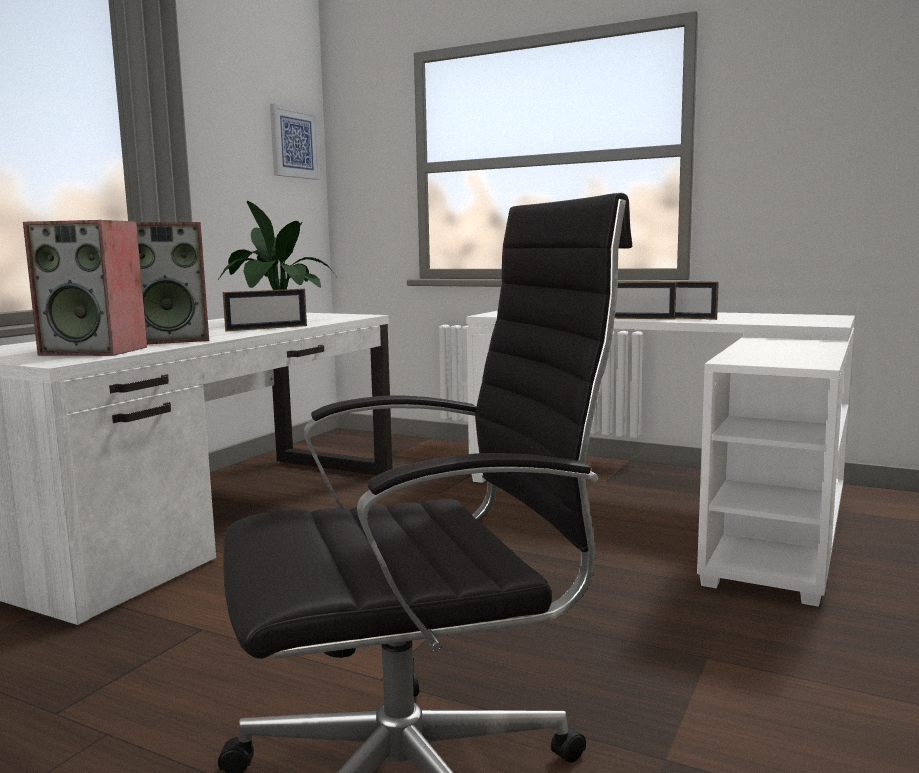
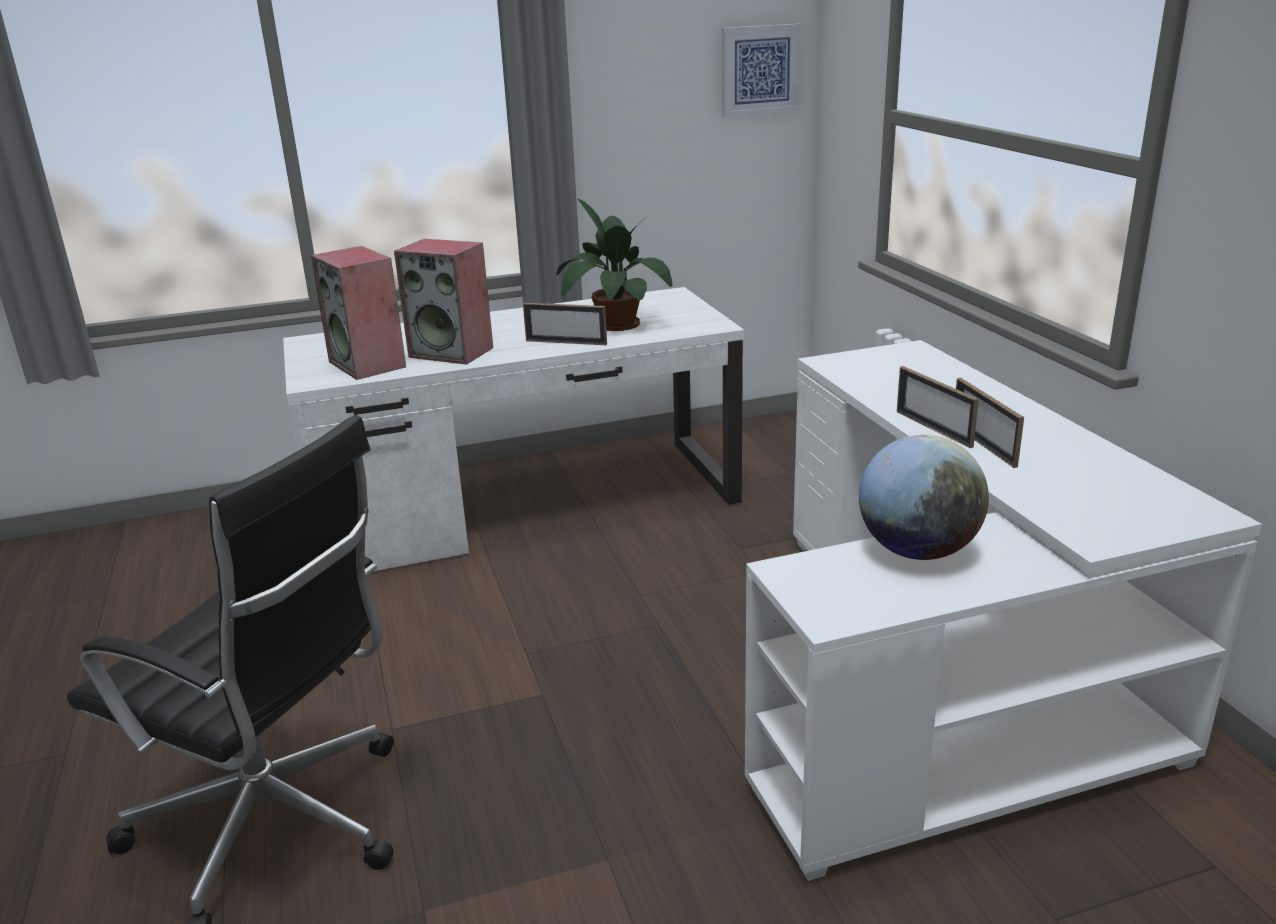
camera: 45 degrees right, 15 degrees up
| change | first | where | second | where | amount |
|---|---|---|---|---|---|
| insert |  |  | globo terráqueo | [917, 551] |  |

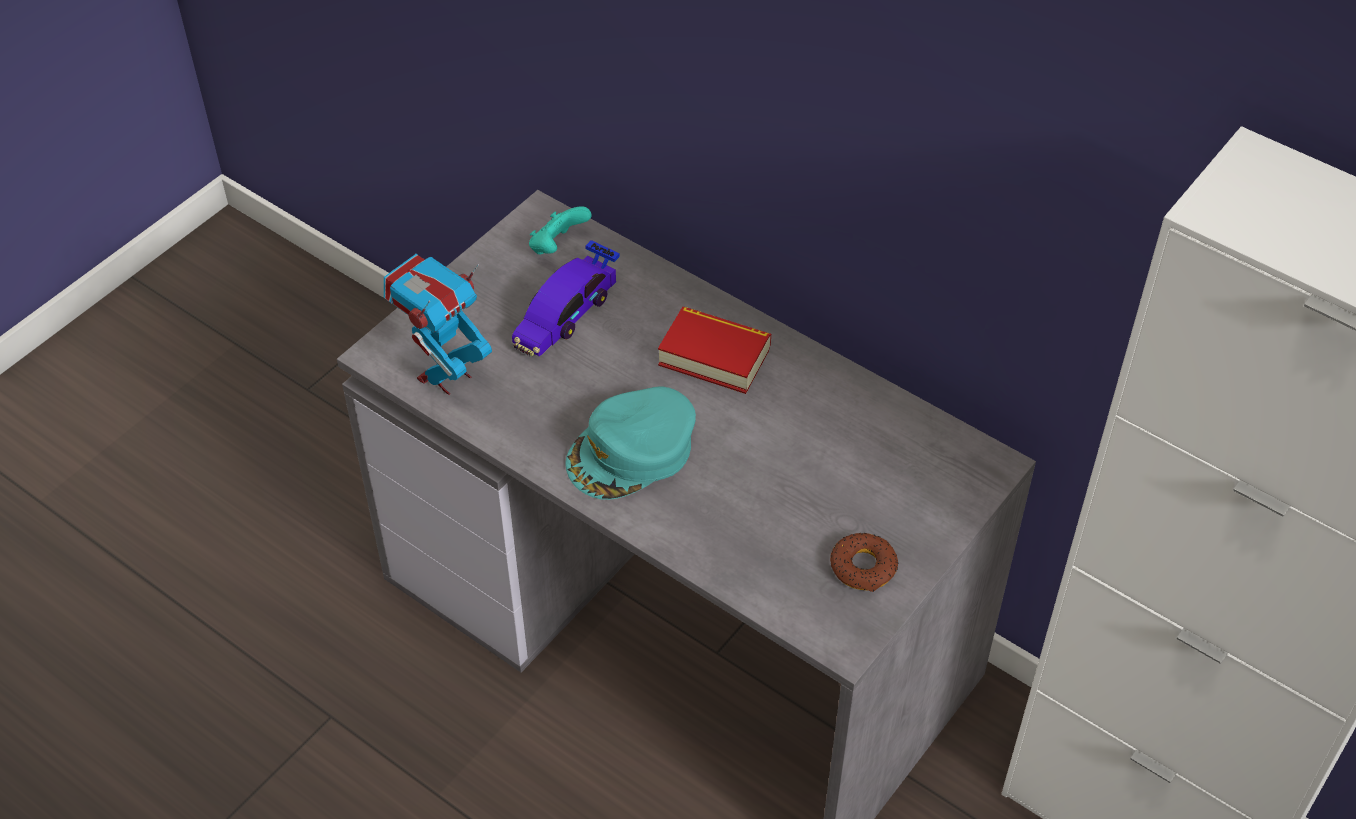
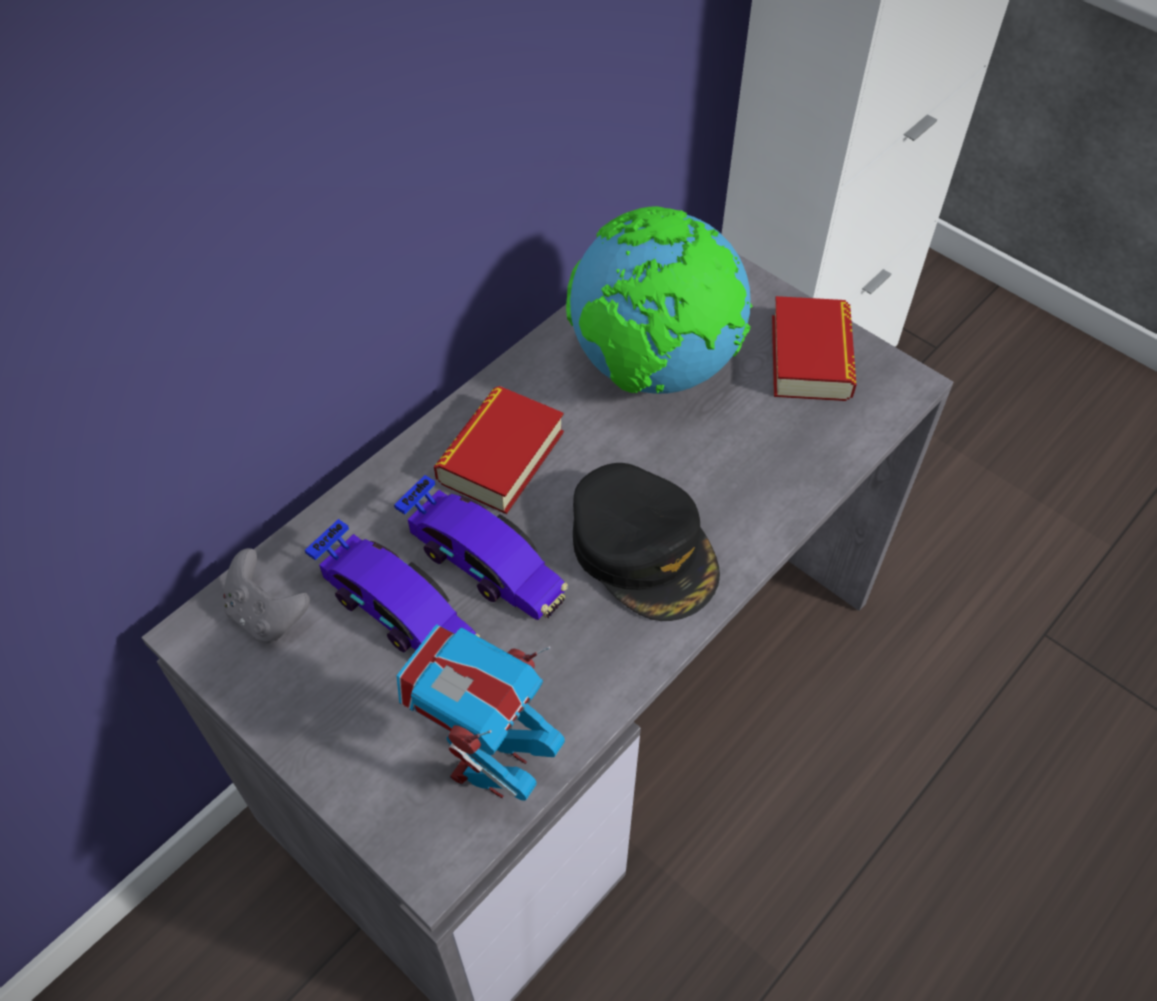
camera: 85 degrees left, 5 degrees up
| change | first | where | second | where | amount |
|---|---|---|---|---|---|
| rotate | robot de juguete | [445, 376] |  | [489, 765] | 75 degrees clockwise |
| recolor | mando de consola (turquesa) | [558, 246] | mando de consola (gris) | [267, 615] |  |
| recolor | gorra (turquesa) | [632, 452] | gorra (negro) | [644, 549] |  |
| replace | rosquilla | [863, 567] | libro | [810, 357] |  |
| insert |  |  | coche de juguete | [484, 562] |  |
| insert |  |  | globo terráqueo | [655, 369] |  |

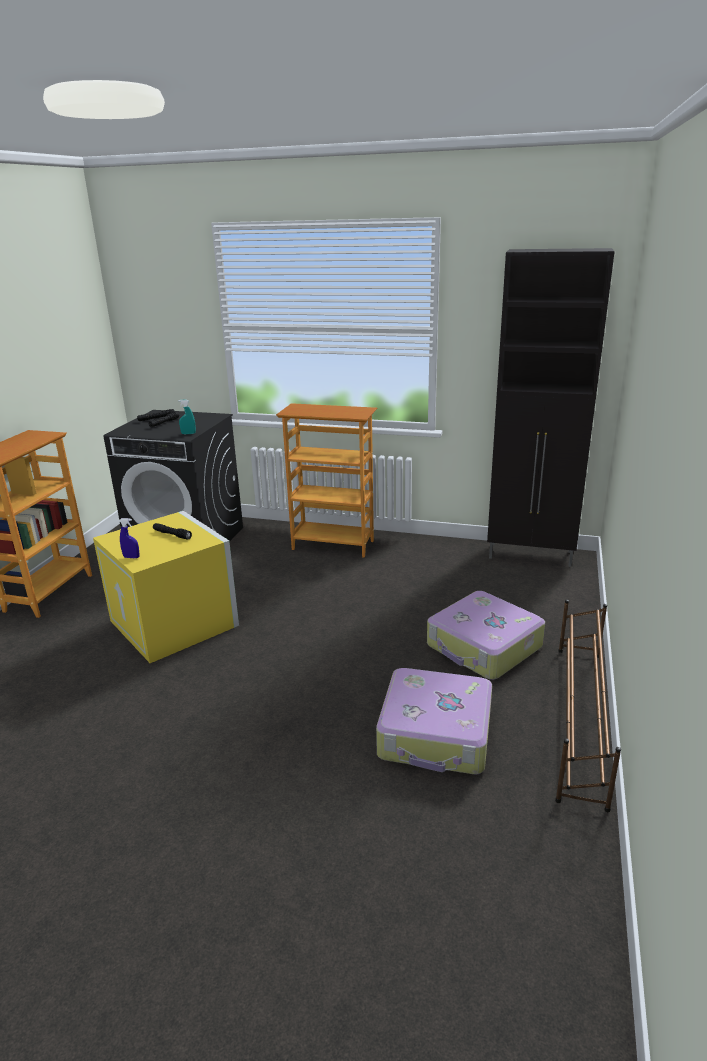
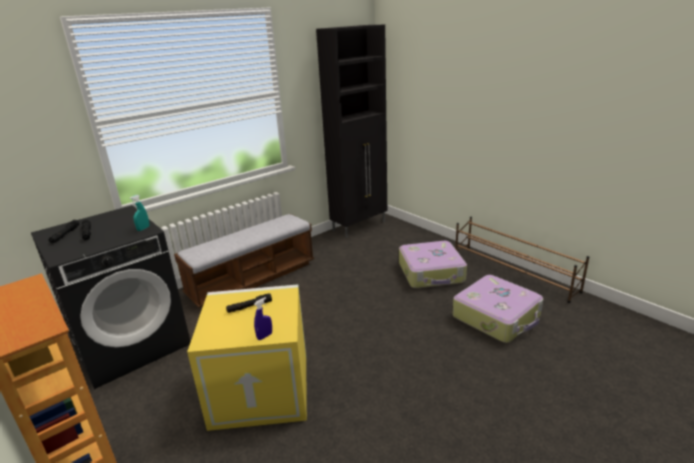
camera: 55 degrees left, 0 degrees up
| change | first | where | second | where | amount |
|---|---|---|---|---|---|
| replace | estantería | [333, 545] | banco | [252, 279] |  |

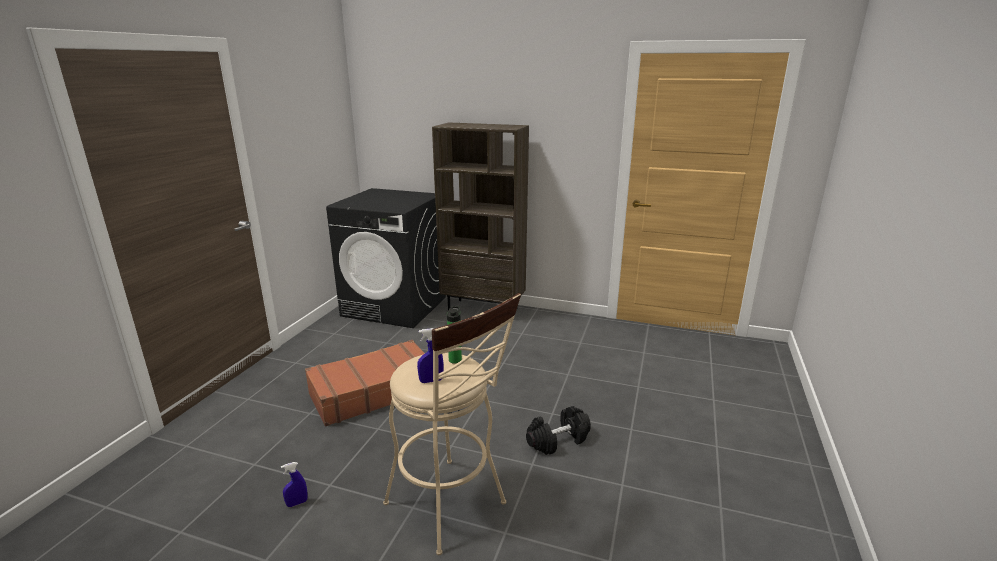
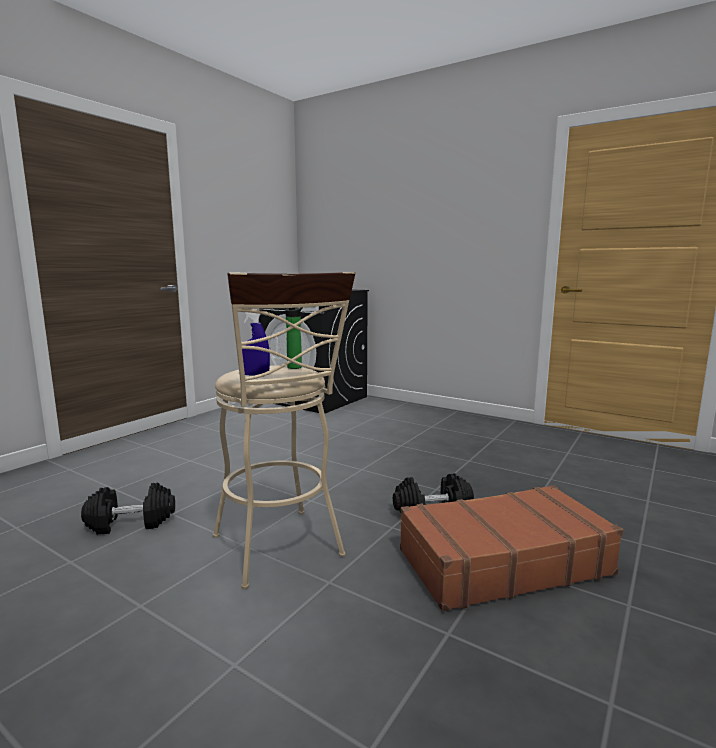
camera: 15 degrees right, 10 degrees down
| change | first | where | second | where | amount |
|---|---|---|---|---|---|
| replace | pulverizador (azul) | [297, 503] | mancuerna (negro) | [131, 523] |  |
| move | maleta (marrón) | [373, 392] |  | [502, 561] |  |
| delete | estantería (marrón) | [484, 309] |  |  |  |

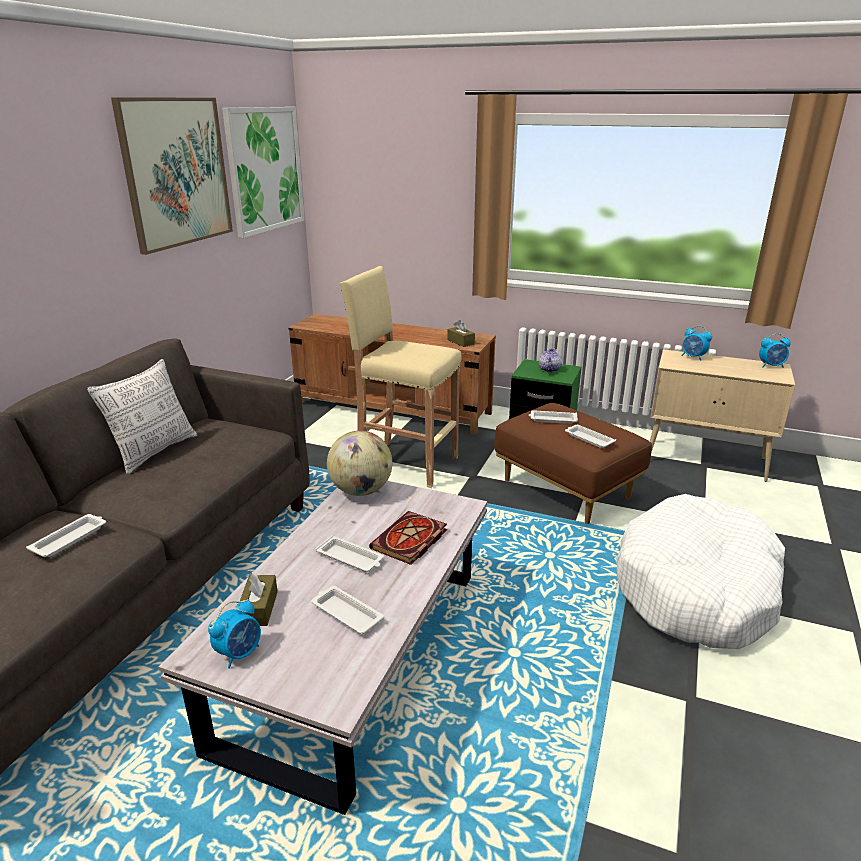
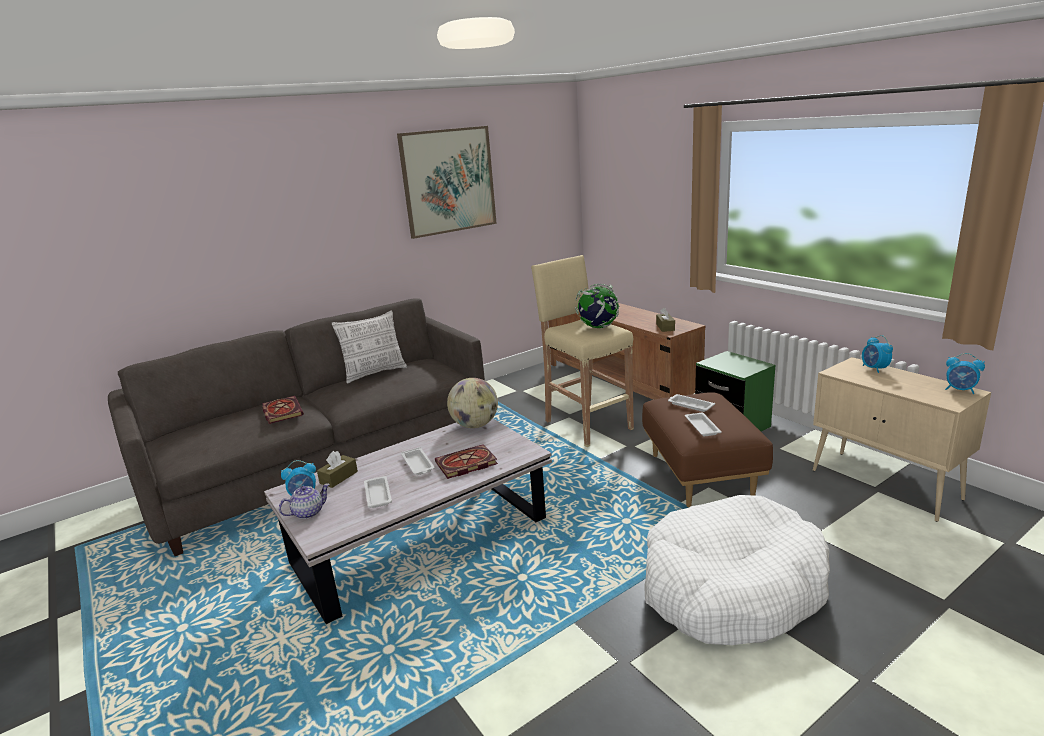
camera: 35 degrees right, 5 degrees down
| change | first | where | second | where | amount |
|---|---|---|---|---|---|
| replace | bandeja (blanco) | [70, 538] | libro | [281, 411] |  |
| delete | cuadro | [265, 170] |  |  |  |
| move | tetera | [549, 369] |  | [308, 512] |  |
| insert |  |  | globo terráqueo | [598, 327] |  |

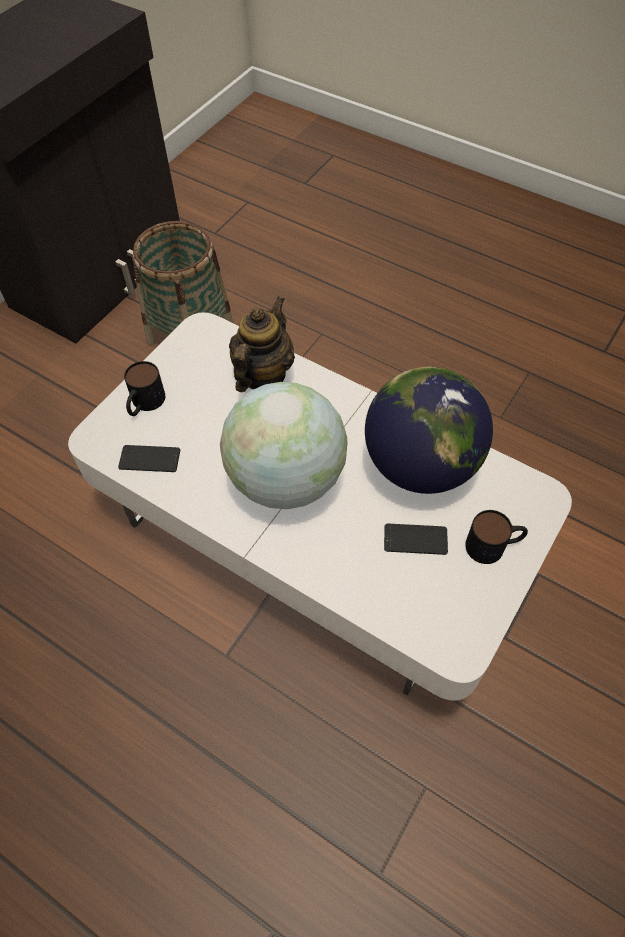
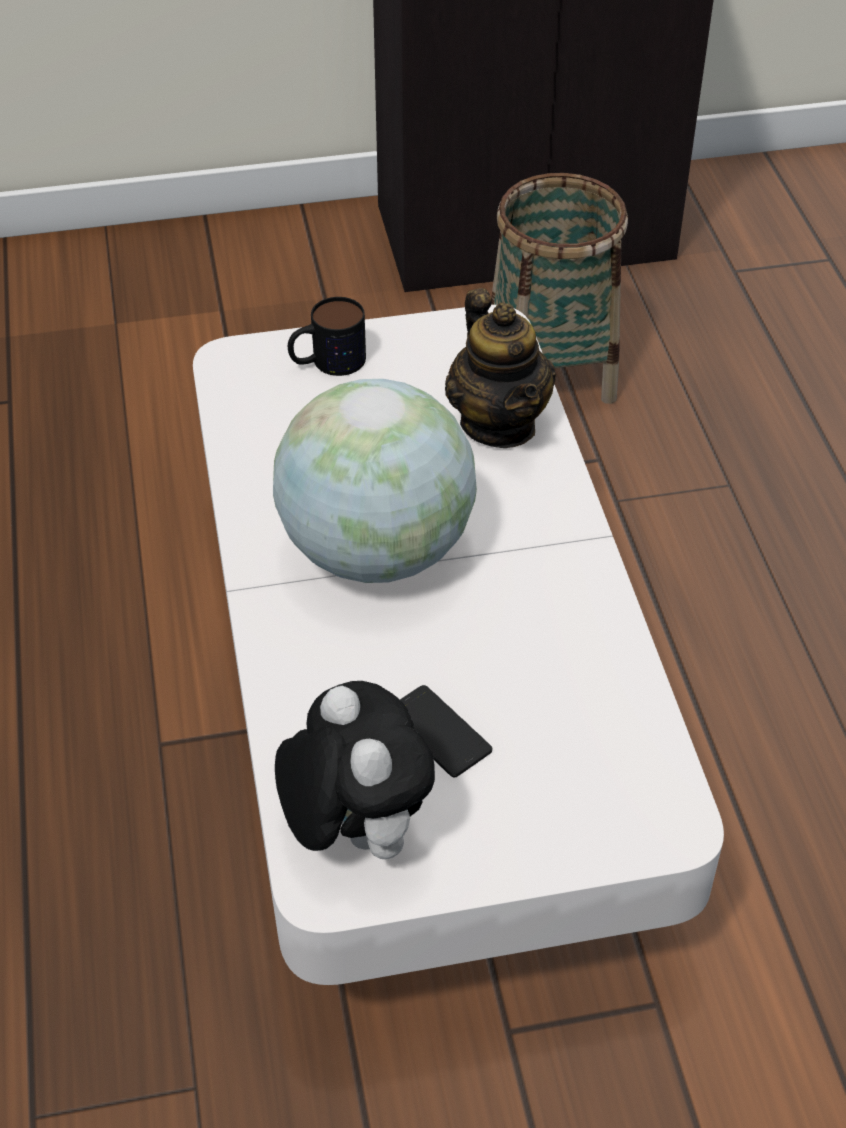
camera: 45 degrees right, 10 degrees down
| change | first | where | second | where | amount |
|---|---|---|---|---|---|
| delete | móvil | [149, 459] |  |  |  |
| rotate | tetera | [262, 374] |  | [499, 424] | 90 degrees clockwise |
| delete | globo terráqueo | [421, 464] |  |  |  |
| delete | taza grande | [493, 546] |  |  |  |
| insert |  |  | peluche | [354, 831] |  |

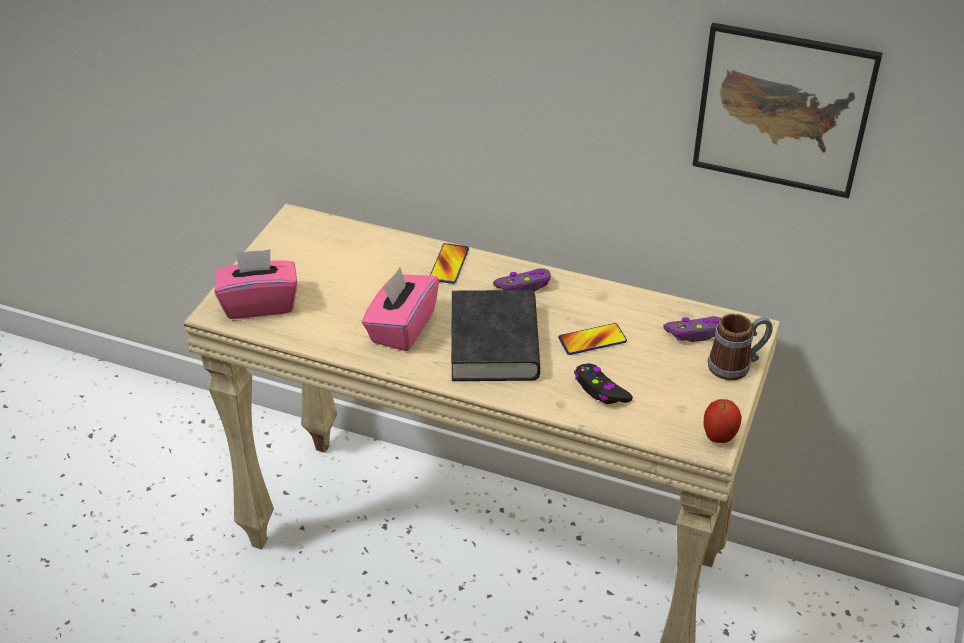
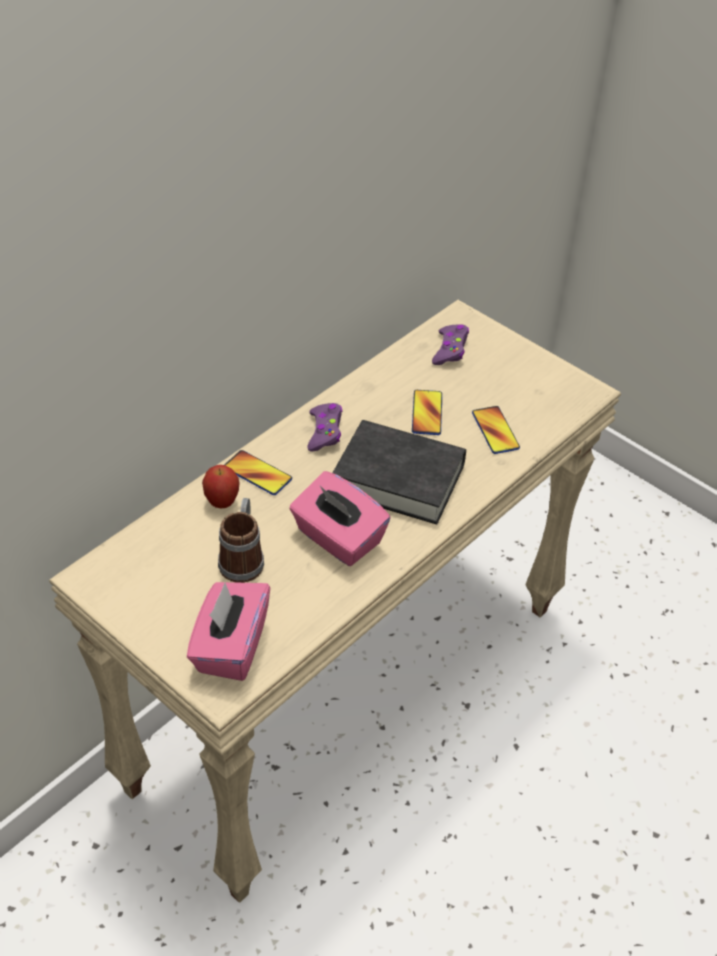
camera: 70 degrees left, 5 degrees up
| change | first | where | second | where | amount |
|---|---|---|---|---|---|
| replace | mando de consola (negro) | [600, 390] | móvil | [495, 431] |  |
| delete | cuadro | [782, 110] |  |  |  |
| move | manzana | [718, 438] |  | [222, 502] |  |
| move | taza grande | [736, 365] |  | [243, 558] |  |

